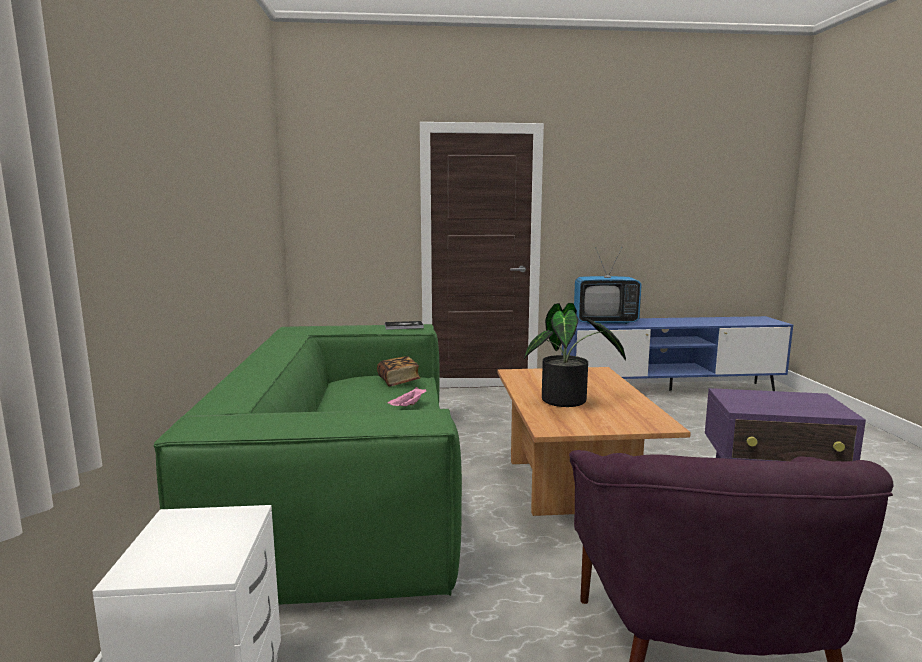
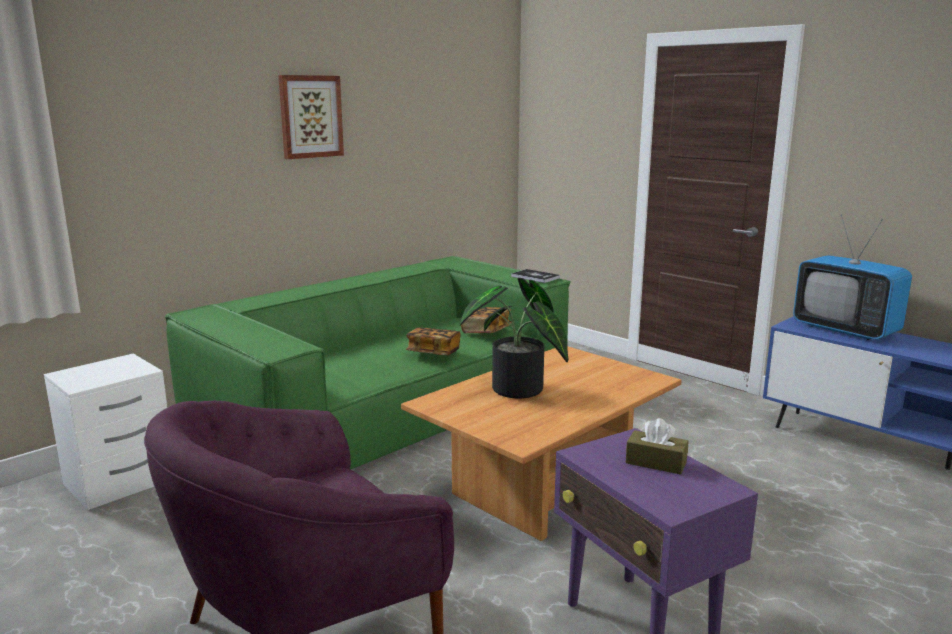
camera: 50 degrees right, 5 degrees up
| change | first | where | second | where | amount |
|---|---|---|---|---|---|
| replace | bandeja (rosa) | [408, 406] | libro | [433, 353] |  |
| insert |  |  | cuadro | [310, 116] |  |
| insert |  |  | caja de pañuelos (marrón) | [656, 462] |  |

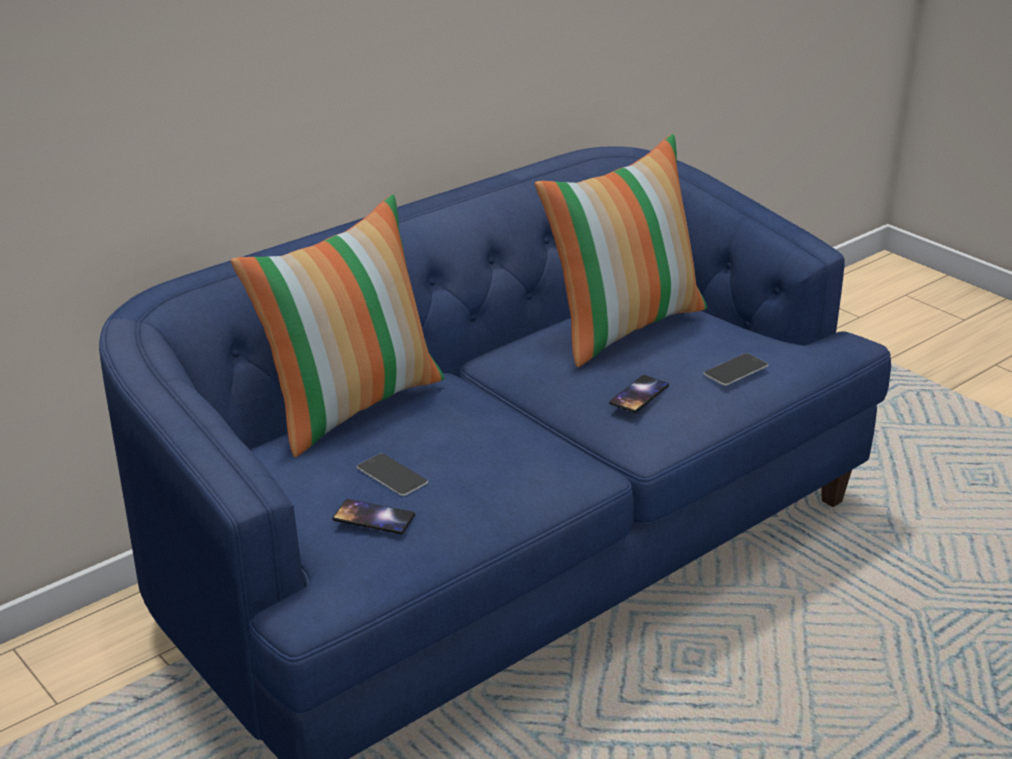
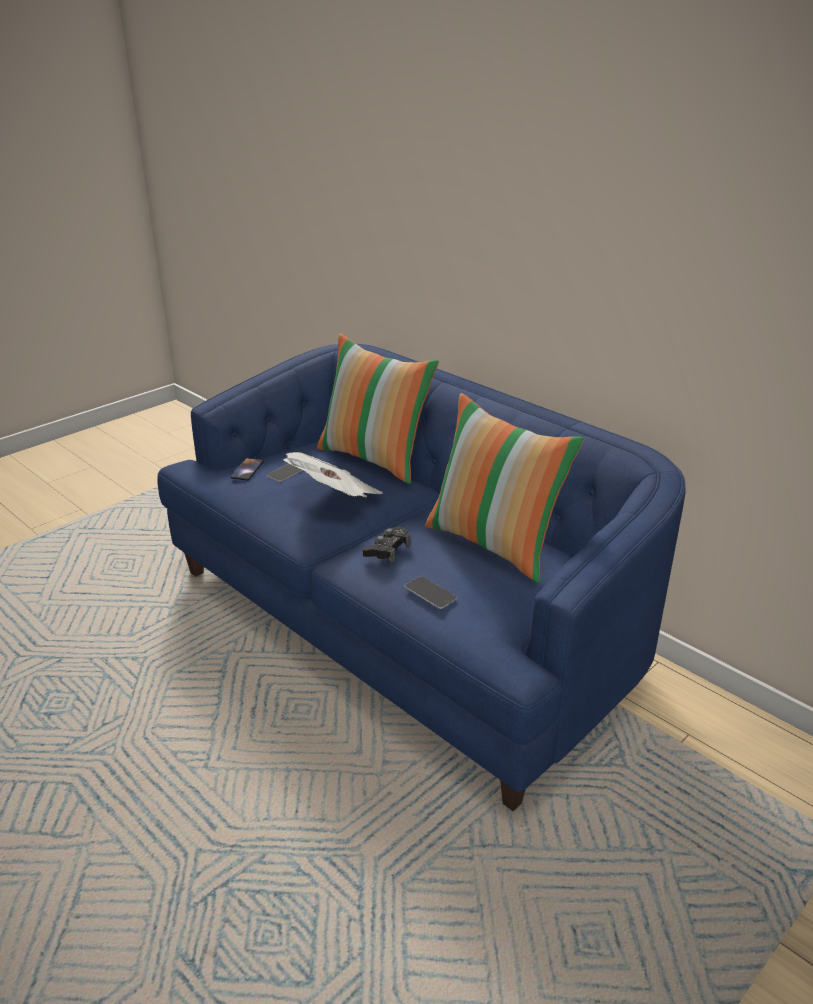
camera: 85 degrees right, 0 degrees up
| change | first | where | second | where | amount |
|---|---|---|---|---|---|
| replace | móvil | [639, 394] | mando de consola (negro) | [387, 550] |  |
| insert |  |  | periódico | [335, 497] |  |

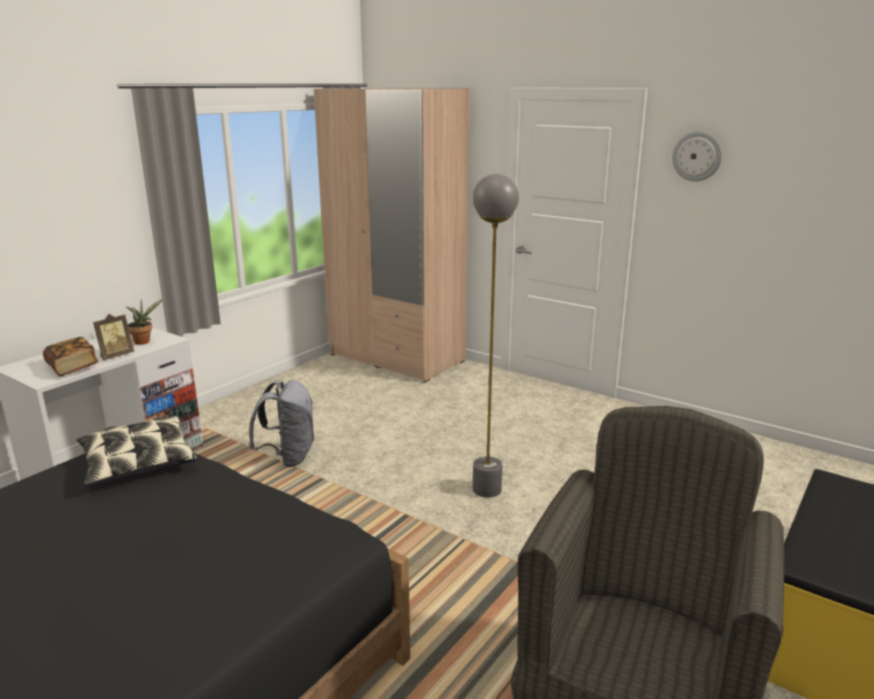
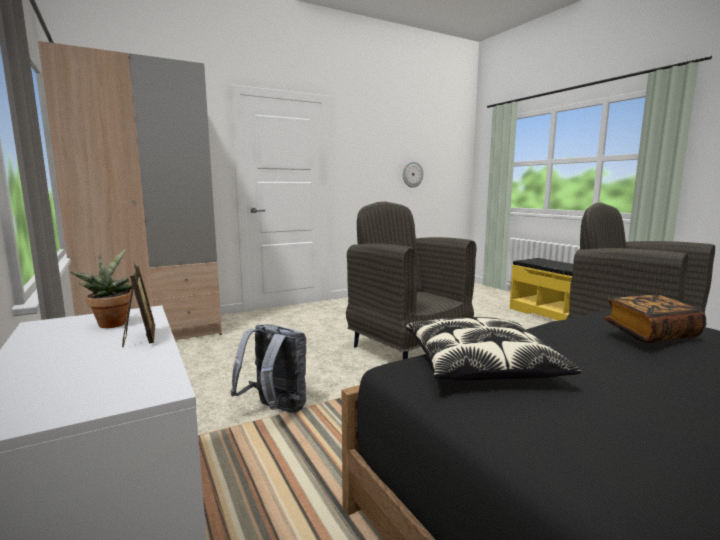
camera: 65 degrees left, 10 degrees down
| change | first | where | second | where | amount |
|---|---|---|---|---|---|
| move | libro | [73, 367] |  | [650, 334] |  |
| replace | lámpara de pie (gris) | [487, 490] | sillón (gris) | [408, 347] |  |
| move | reloj de pared | [697, 156] |  | [412, 174] |  |

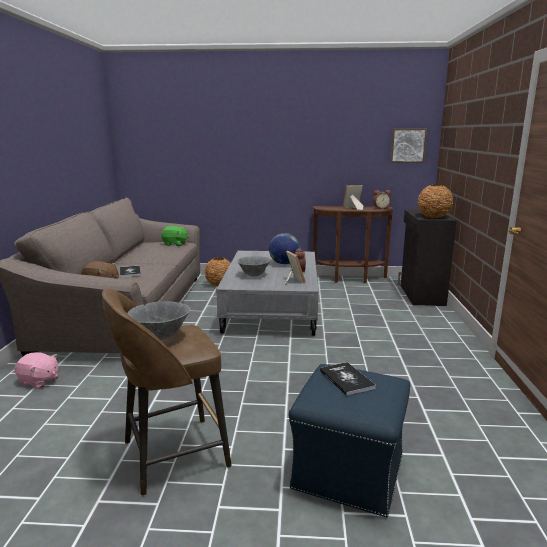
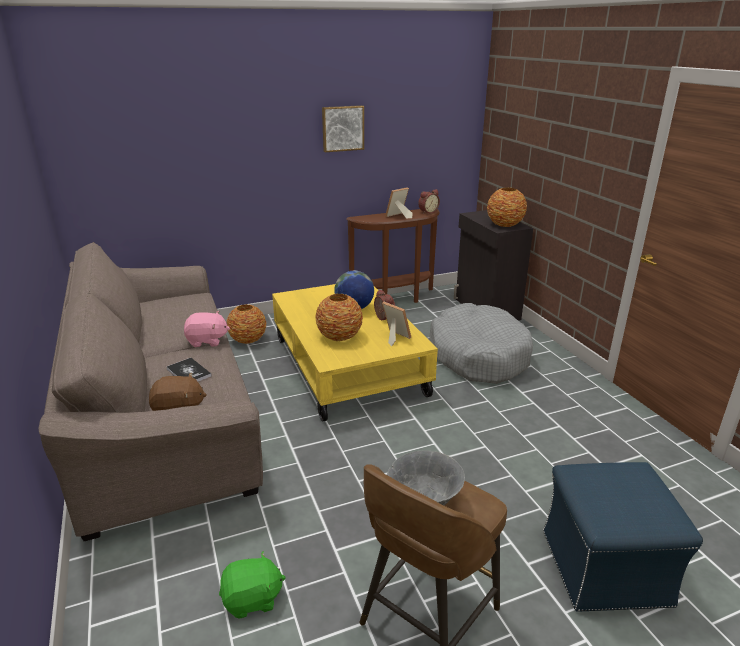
camera: 25 degrees left, 10 degrees up
| change | first | where | second | where | amount |
|---|---|---|---|---|---|
| move | peluche (rosa) | [39, 381] |  | [207, 341] |  |
| move | peluche (verde) | [175, 244] |  | [252, 599] |  |
| recolor | mesa de centro (gris) | [271, 308] | mesa de centro (amarillo) | [347, 366] |  |
| replace | cuenco (gris) | [254, 275] | florero | [339, 337] |  |
| delete | libro | [346, 379] |  |  |  |
| move | cuadro | [407, 145] |  | [342, 128] |  |
| insert |  |  | cama para perro (gris) | [478, 355] |  |

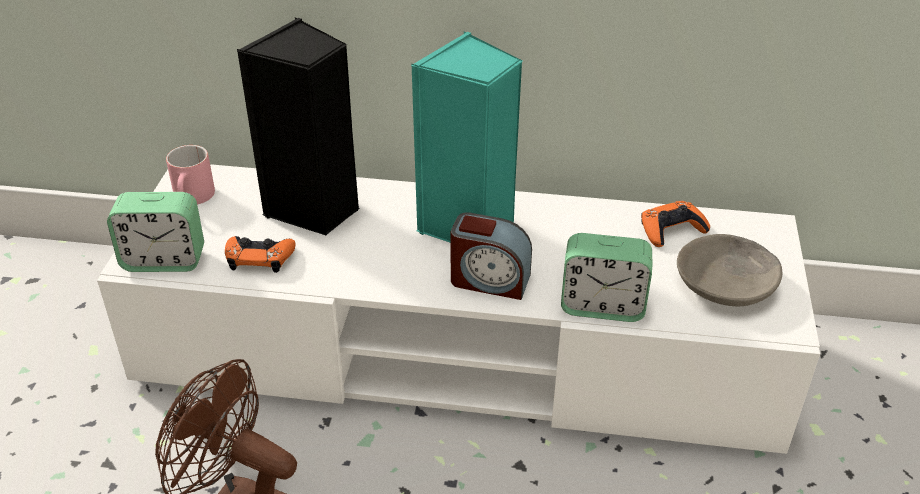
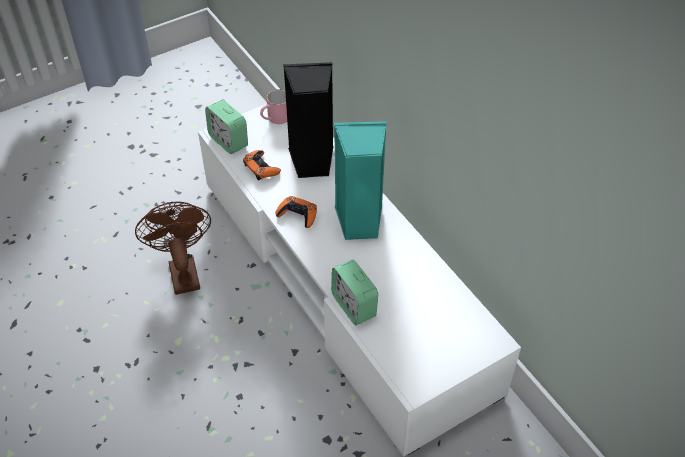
camera: 50 degrees right, 10 degrees up
| change | first | where | second | where | amount |
|---|---|---|---|---|---|
| delete | despertador | [489, 280] |  |  |  |
| move | mando de consola (naranja) | [671, 229] |  | [297, 215] |  |
| delete | cuenco (gris) | [727, 283] |  |  |  |

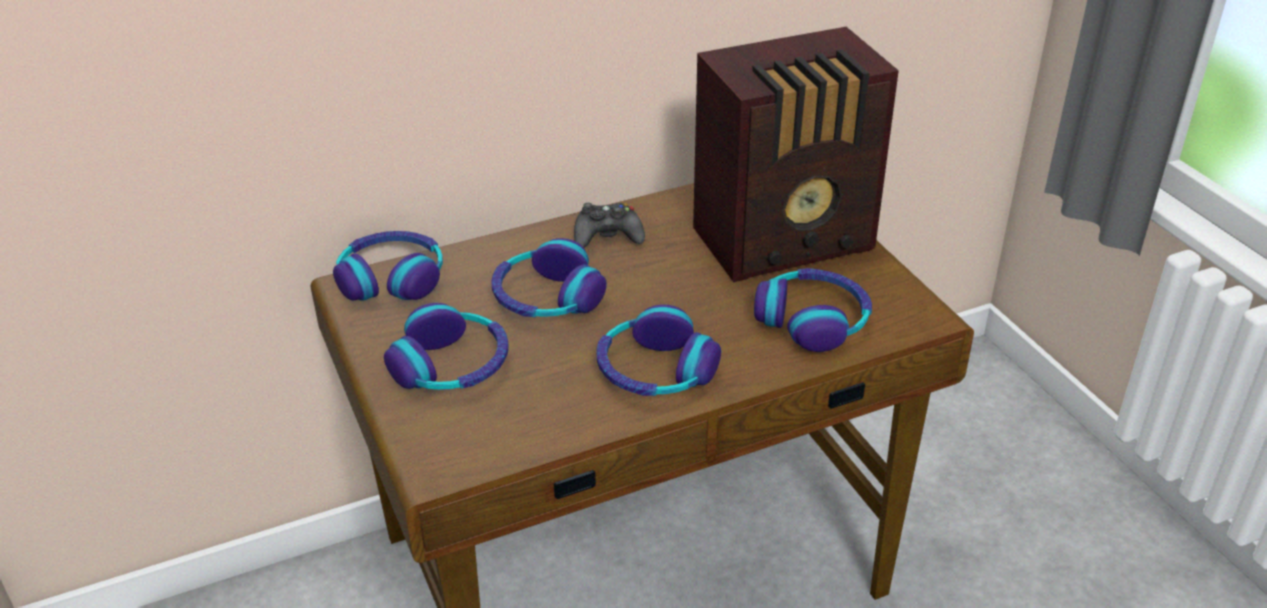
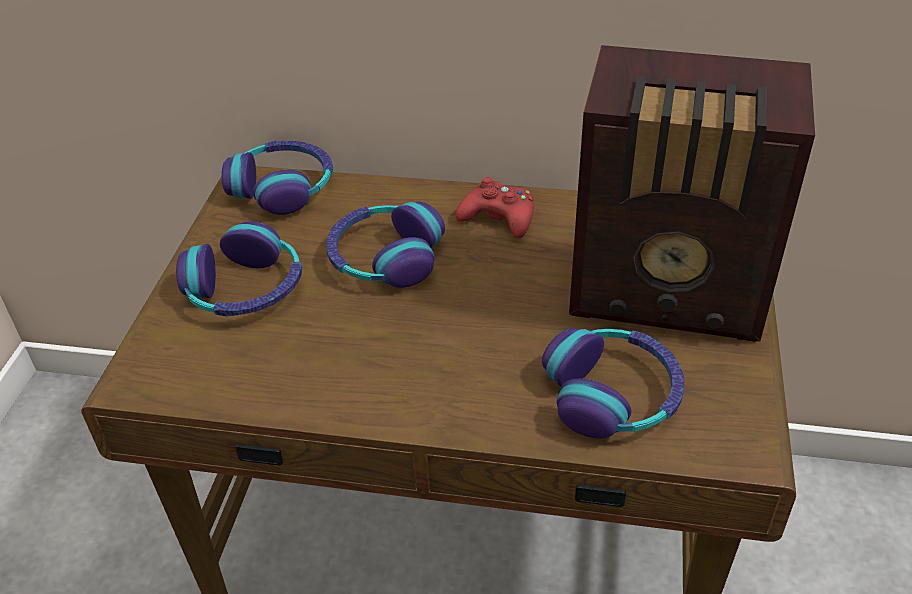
camera: 35 degrees right, 5 degrees up
| change | first | where | second | where | amount |
|---|---|---|---|---|---|
| recolor | mando de consola (negro) | [607, 235] | mando de consola (rojo) | [499, 218] |  |
| delete | auriculares | [655, 371] |  |  |  |

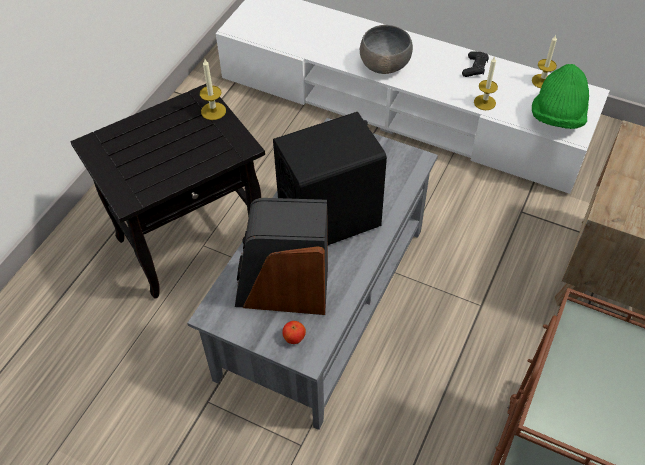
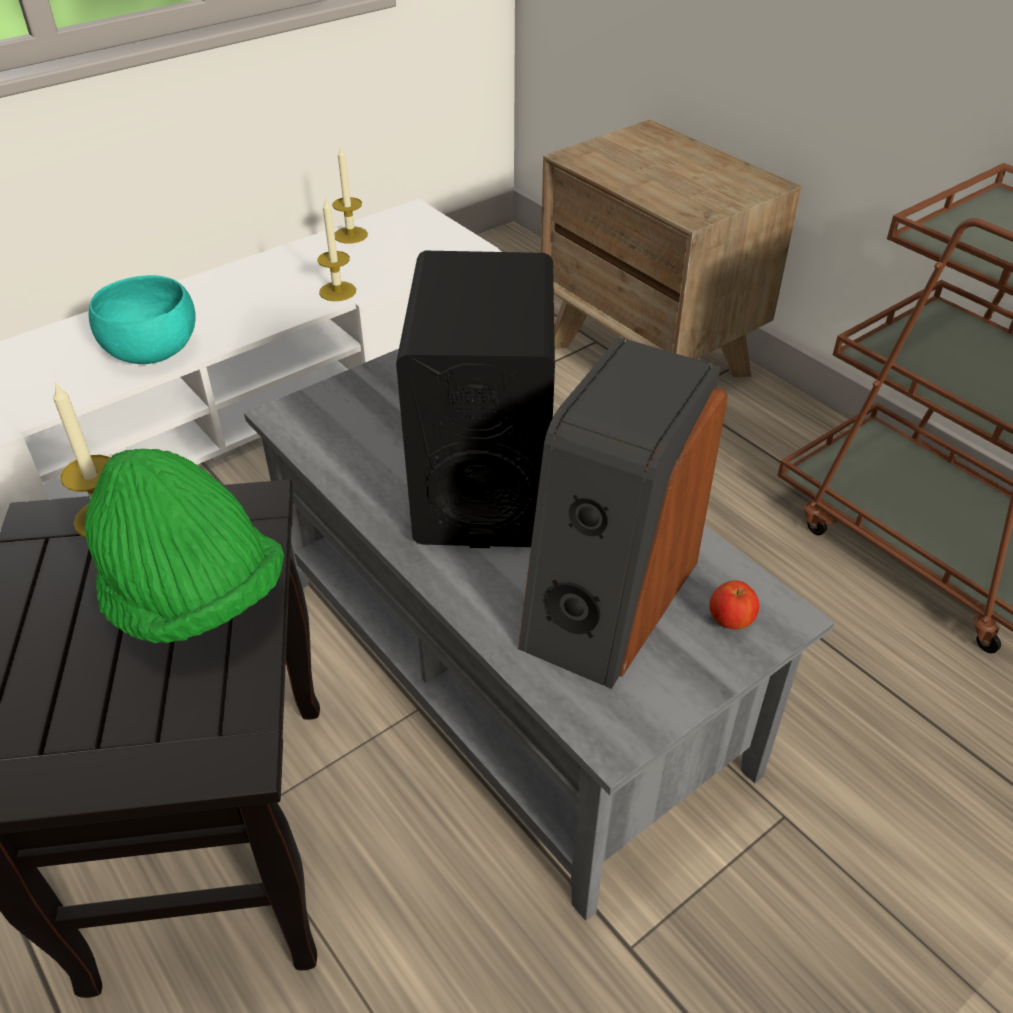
camera: 65 degrees left, 10 degrees down
| change | first | where | second | where | amount |
|---|---|---|---|---|---|
| recolor | cuenco (gris) | [384, 65] | cuenco (turquesa) | [152, 351] |  |
| delete | mando de consola (negro) | [474, 68] |  |  |  |
| move | sombrero (verde) | [557, 117] |  | [193, 598] |  |

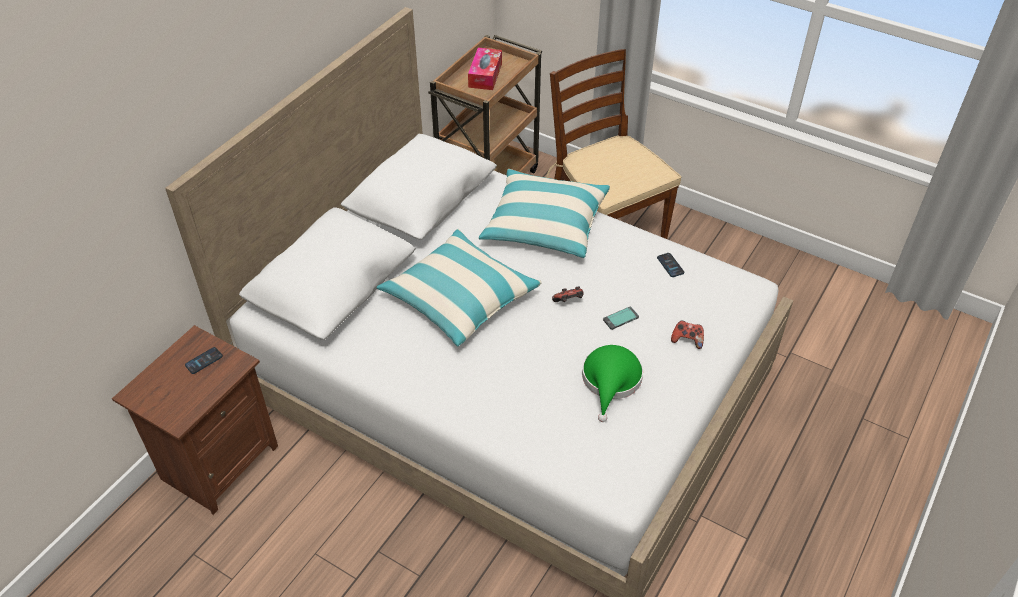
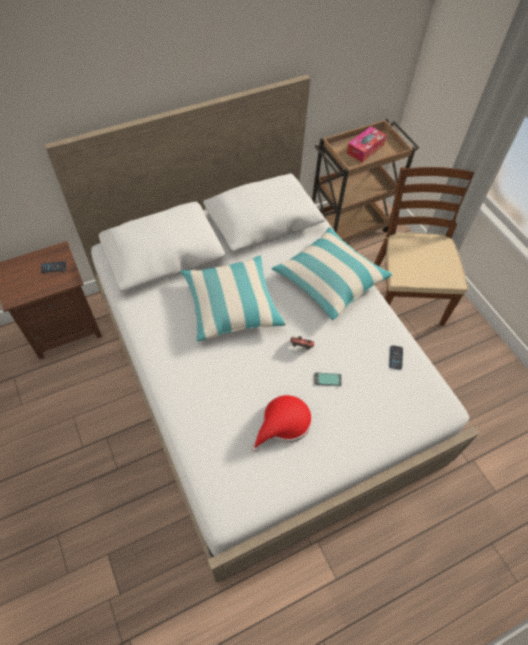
camera: 30 degrees right, 10 degrees up
| change | first | where | second | where | amount |
|---|---|---|---|---|---|
| recolor | sombrero (verde) | [611, 381] | sombrero (rojo) | [283, 424] |  |
| delete | mando de consola | [687, 340] |  |  |  |

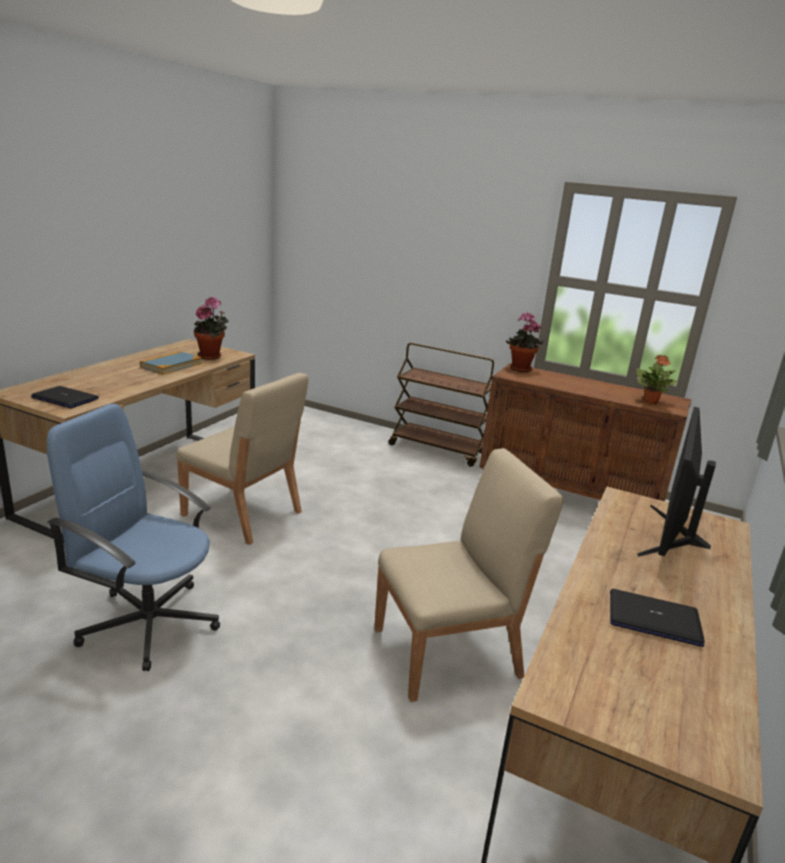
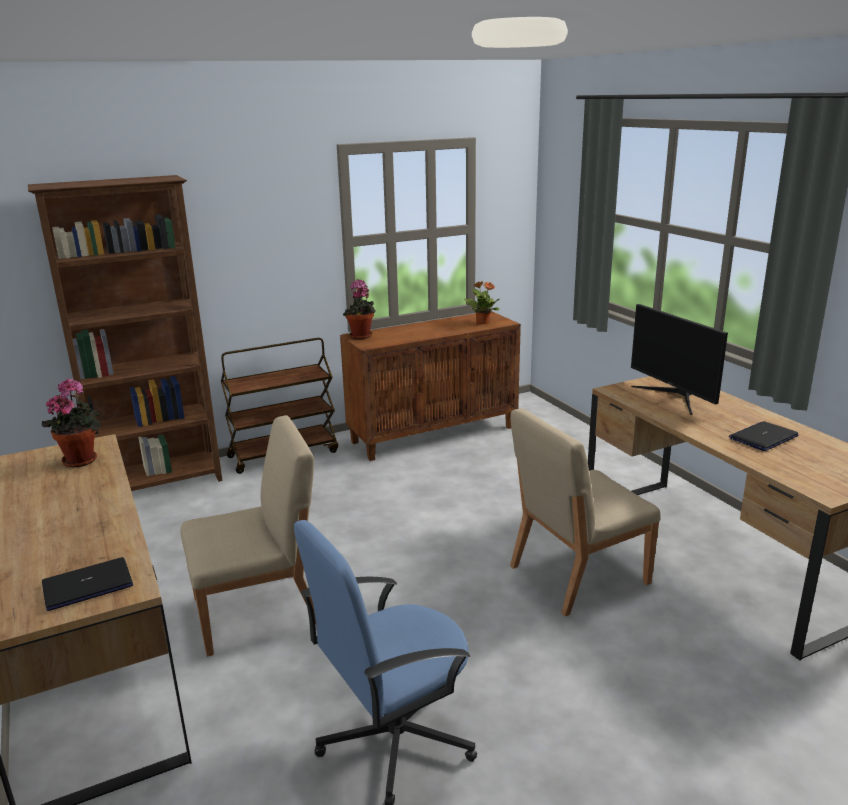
camera: 50 degrees left, 0 degrees up
| change | first | where | second | where | amount |
|---|---|---|---|---|---|
| delete | libro | [171, 365] |  |  |  |
| rotate | silla (beis) | [449, 652] |  | [576, 575] | 135 degrees counterclockwise |
| insert |  |  | estantería (marrón) | [161, 484] |  |

